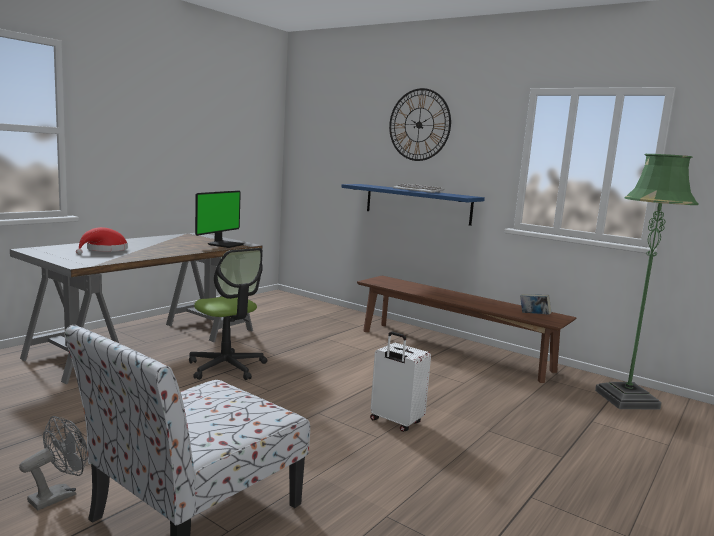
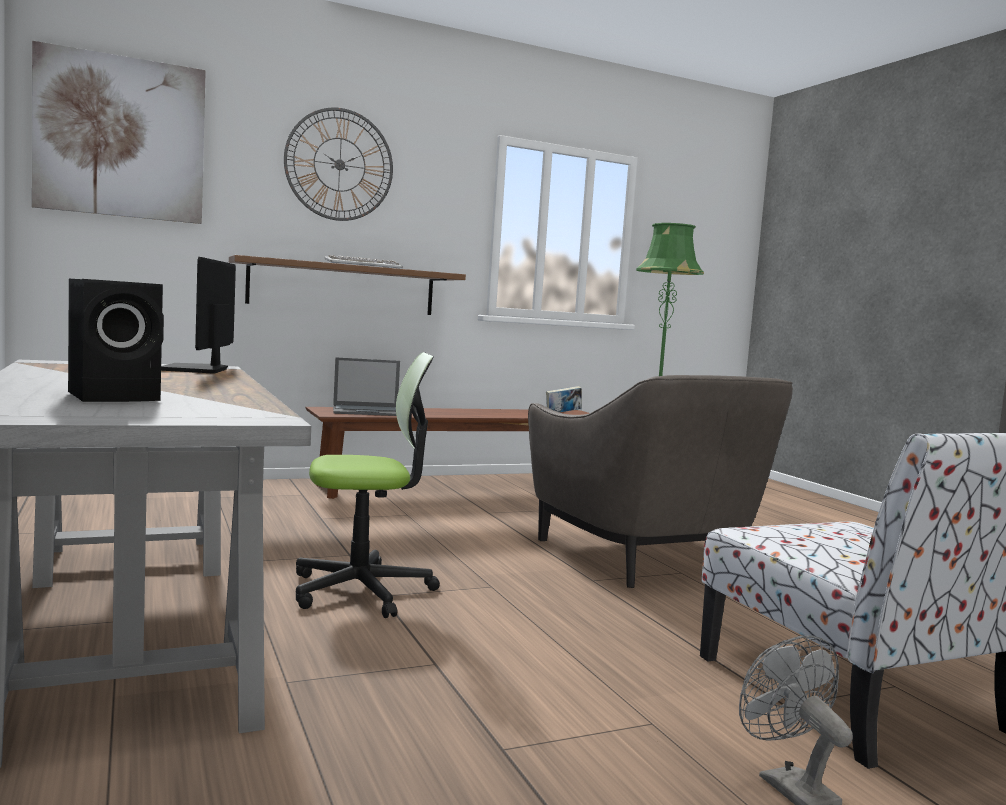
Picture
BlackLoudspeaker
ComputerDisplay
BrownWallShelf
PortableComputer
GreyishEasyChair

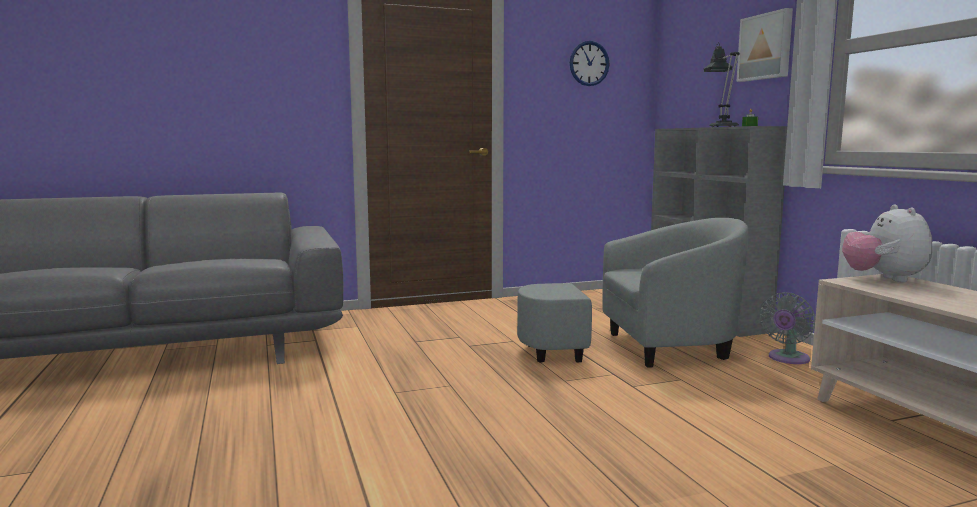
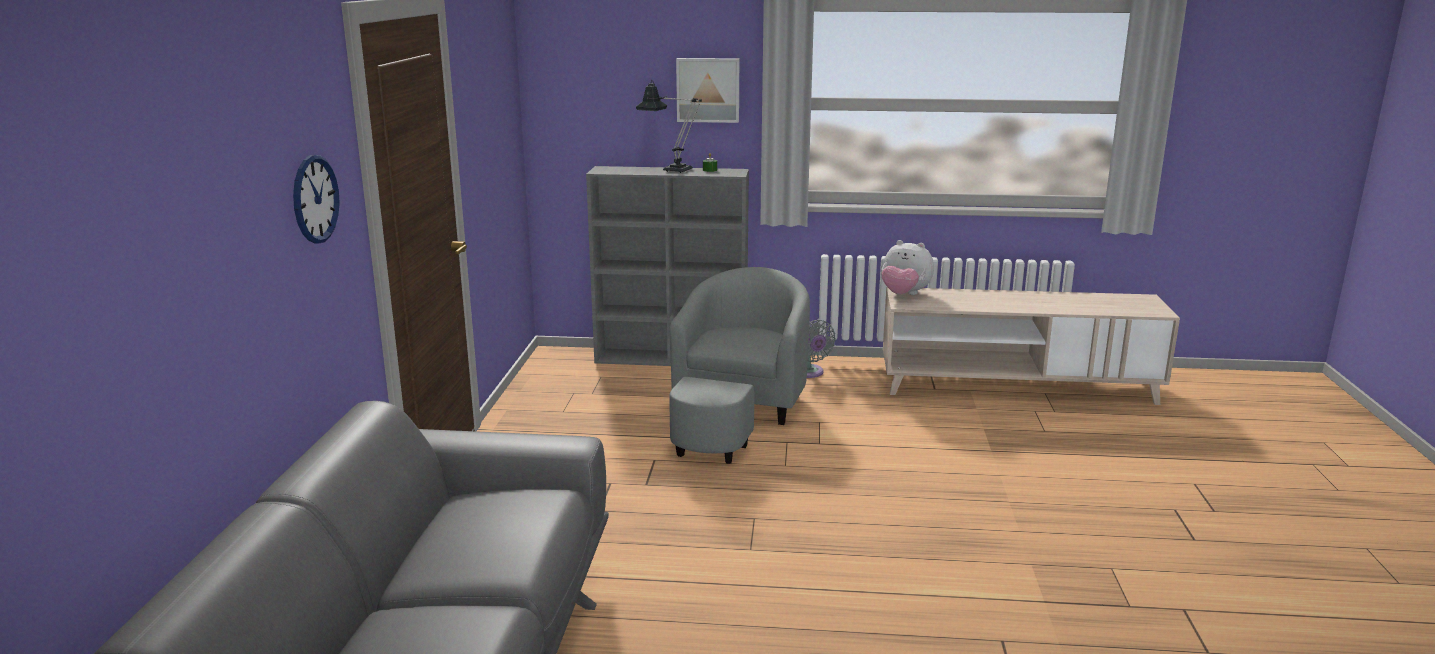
ClockOnTheWall

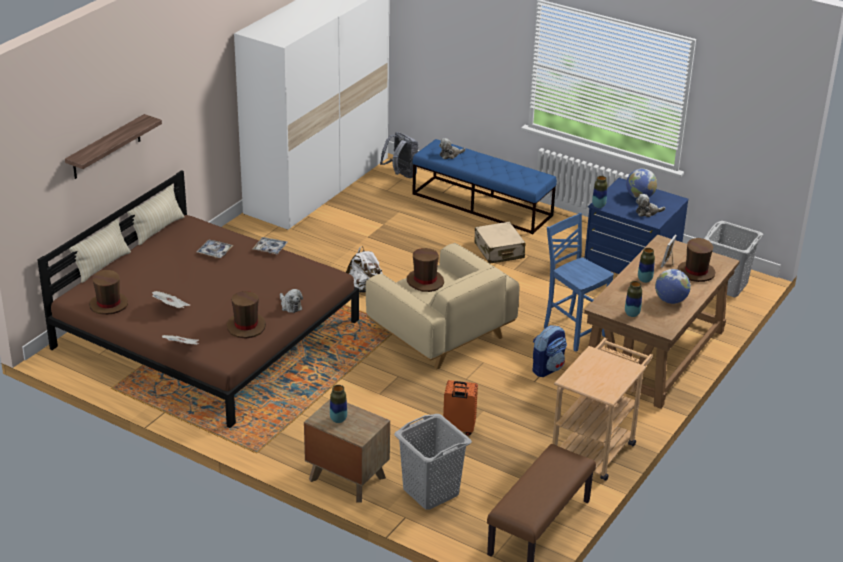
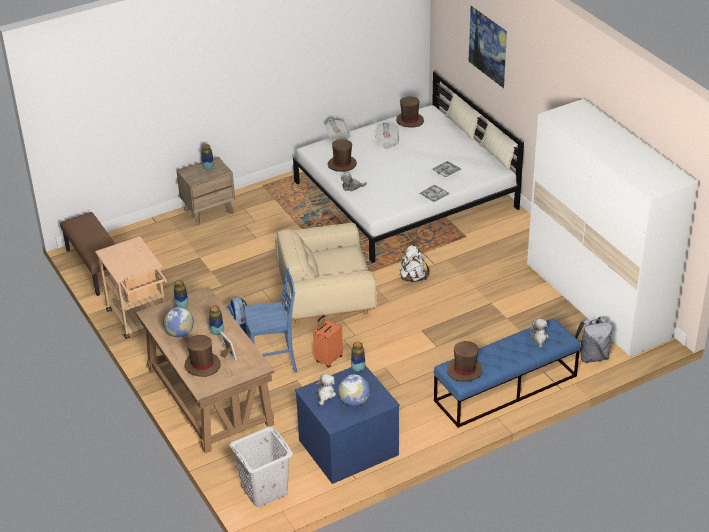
WhitishBedroomBed
OrangeTravelCase
BrownHat (no. 4 from left)
Picture
GreyishWashingBasket (no. 1 from left in the first image)
SandColouredTravelCase

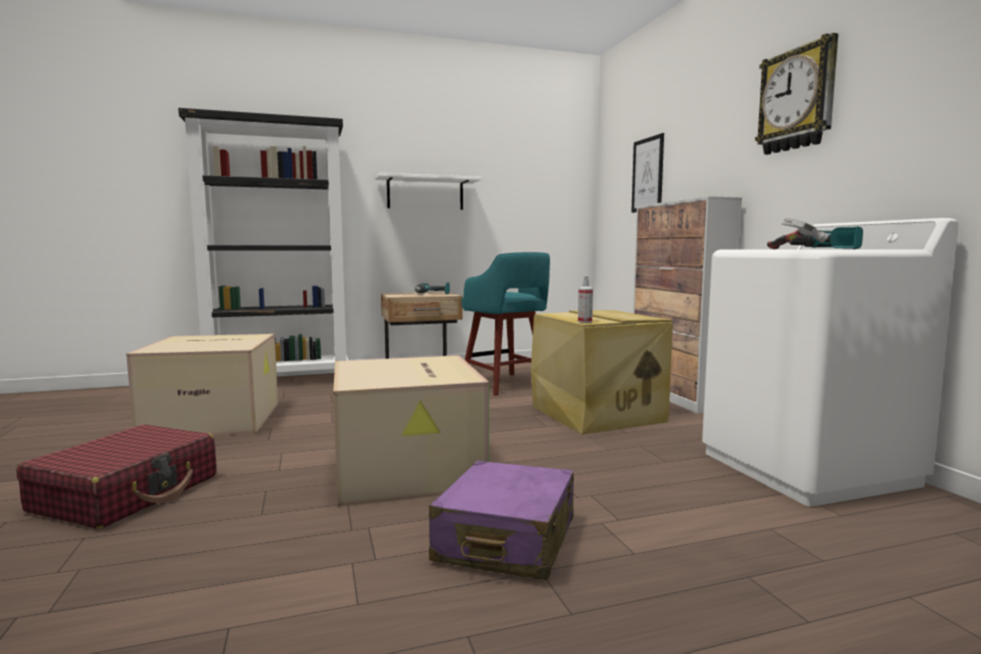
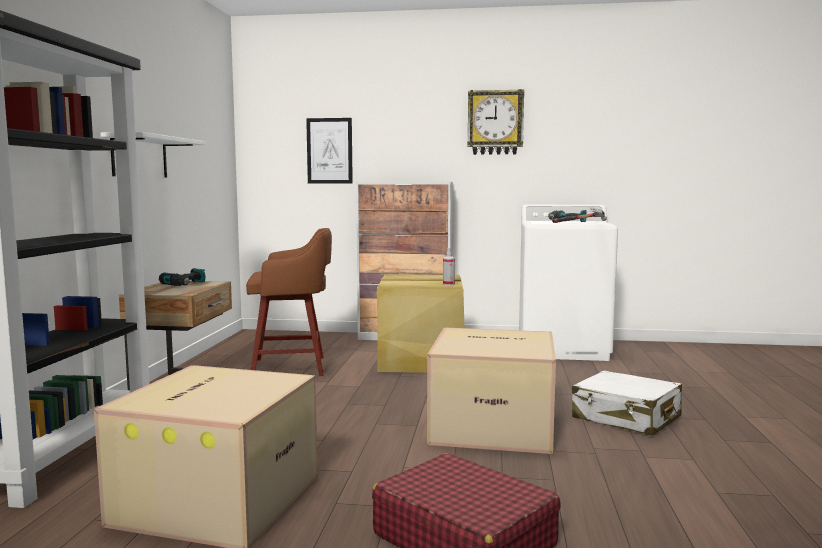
BrownStool
WhitishTravelCase

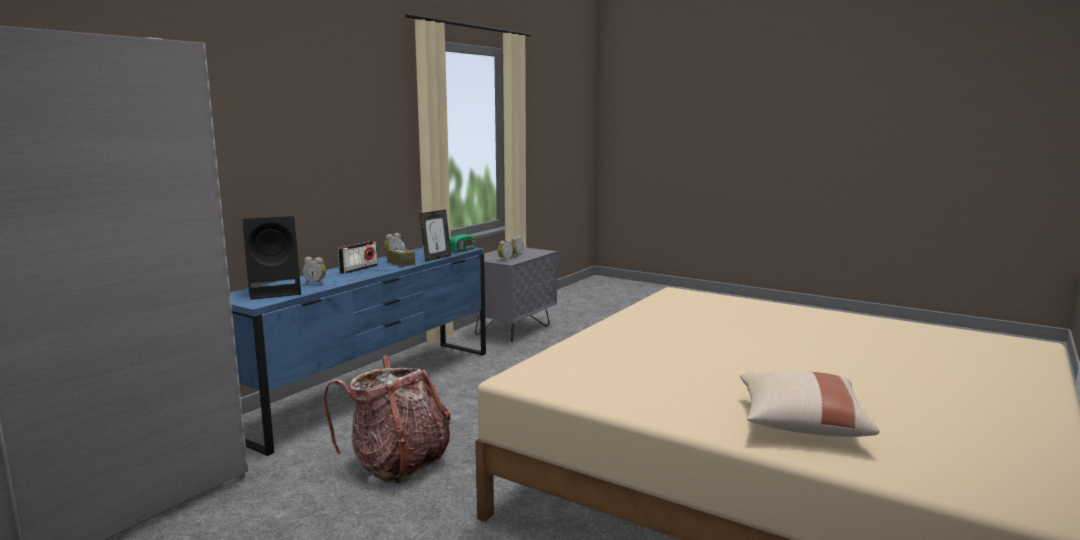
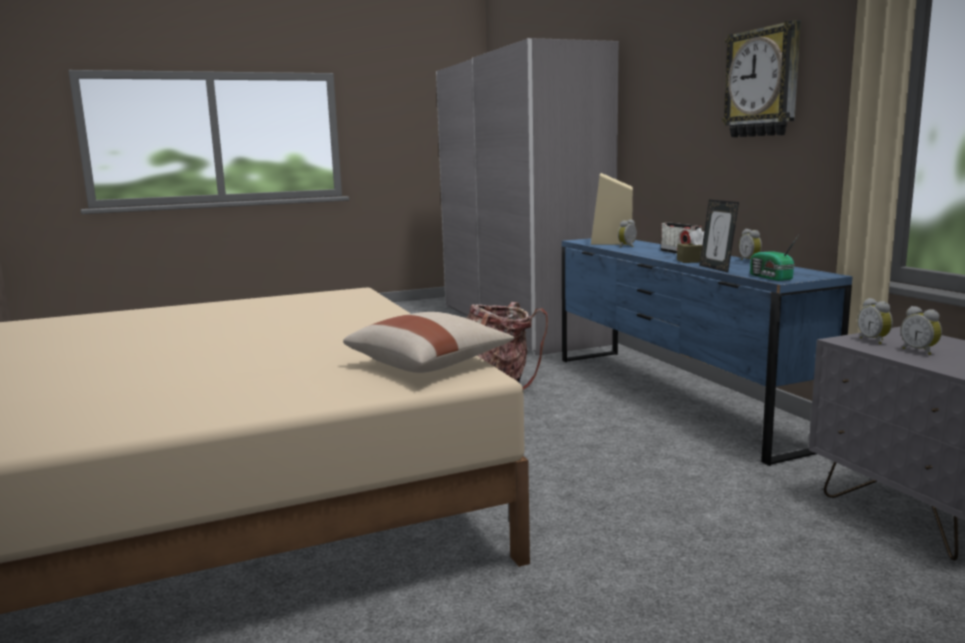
SandColouredPillow
SandColouredLoudspeaker
ClockOnTheWall

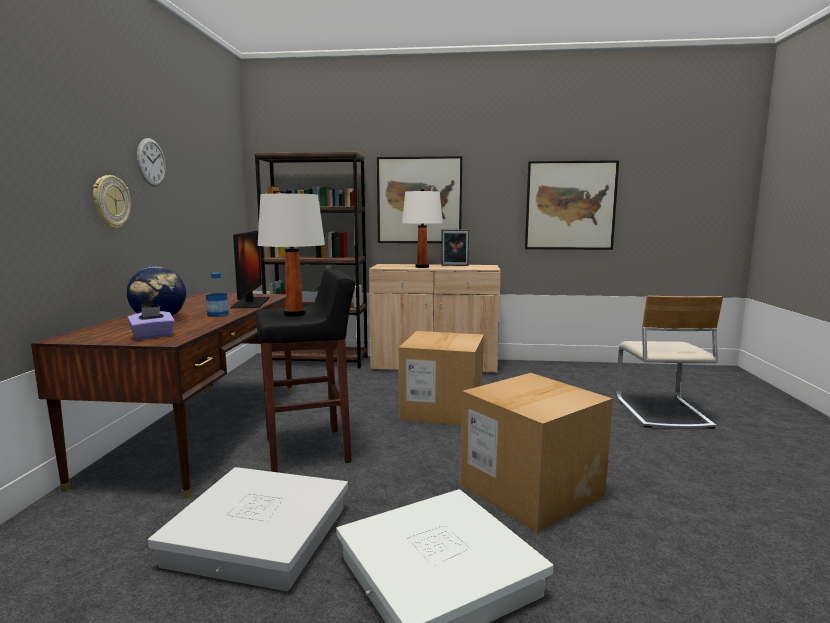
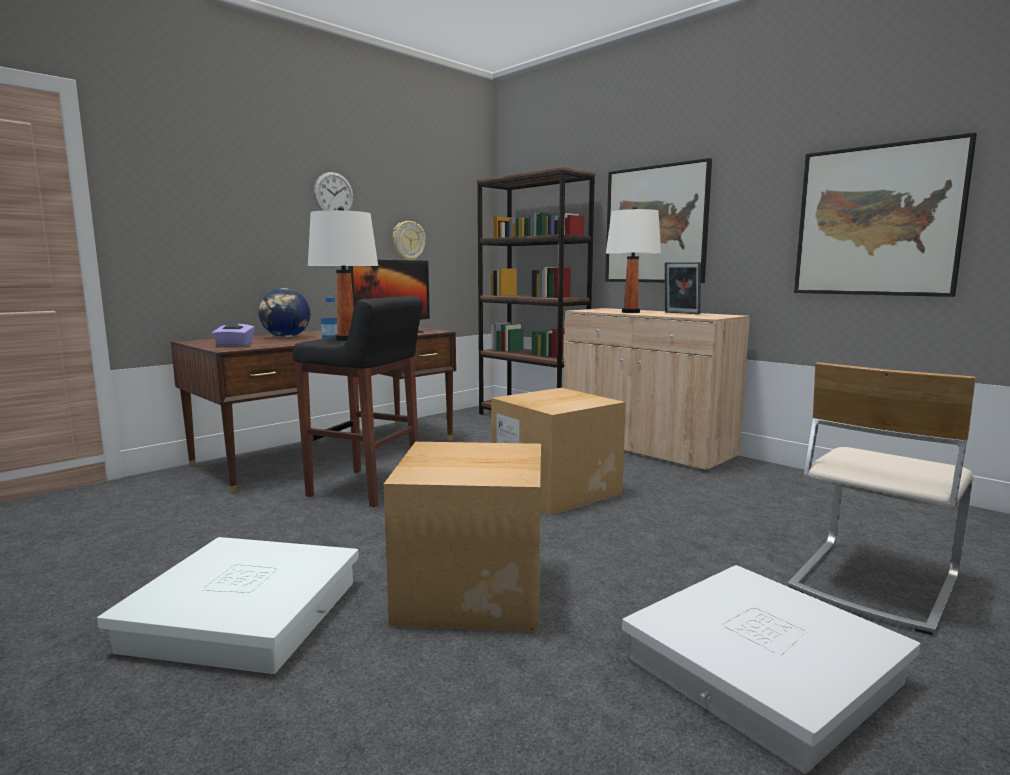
ClockOnTheWall (no. 2 from left)
WhitishStorageBin (no. 2 from left)

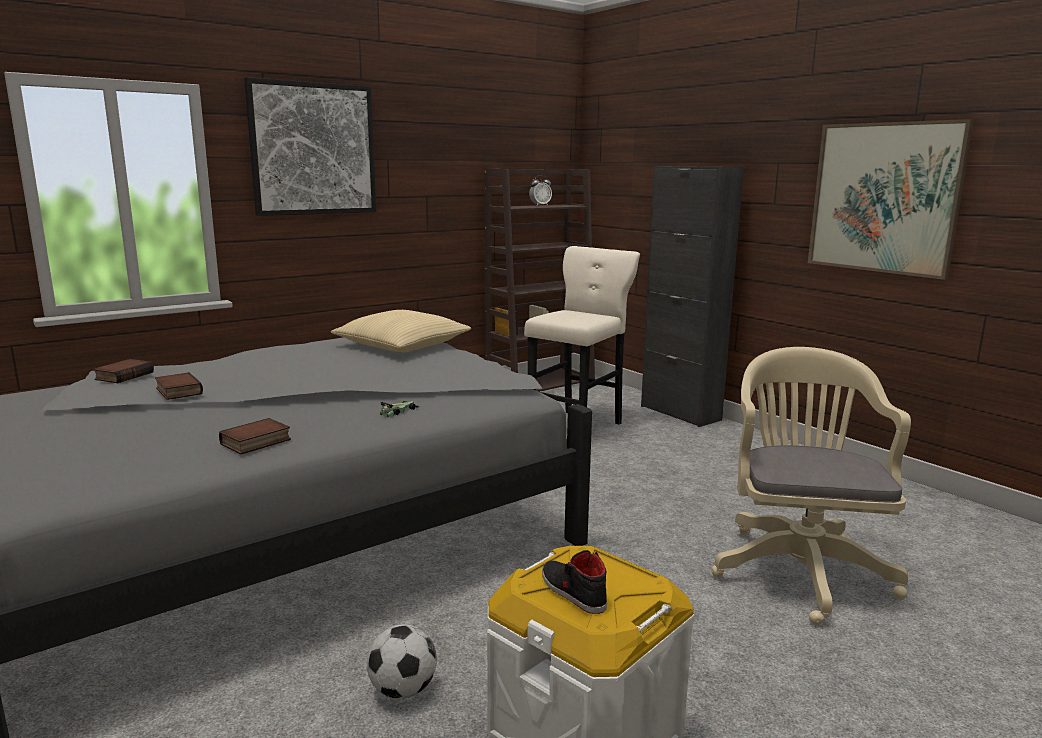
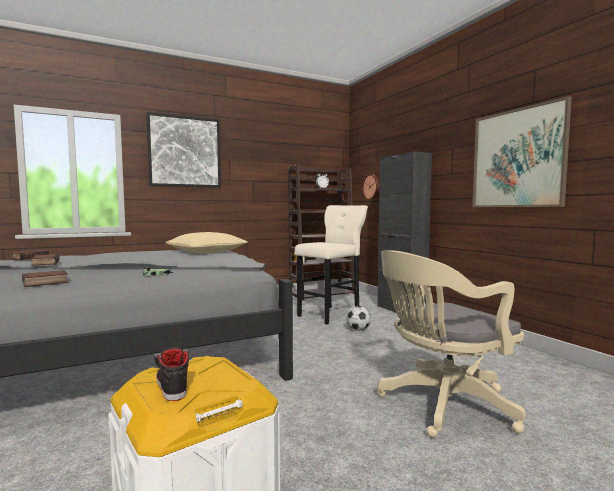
FootballBall
ClockOnTheWall
SandColouredDeskChair

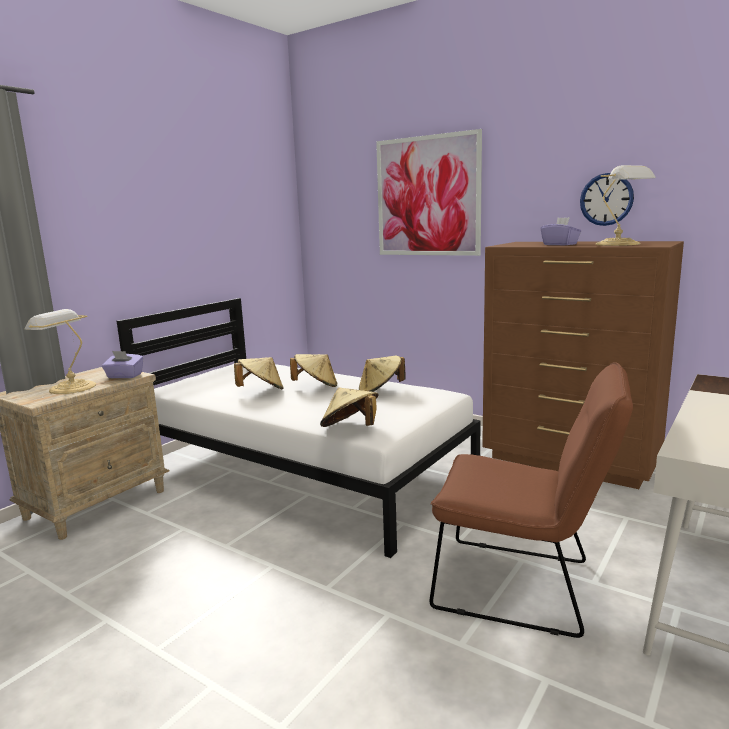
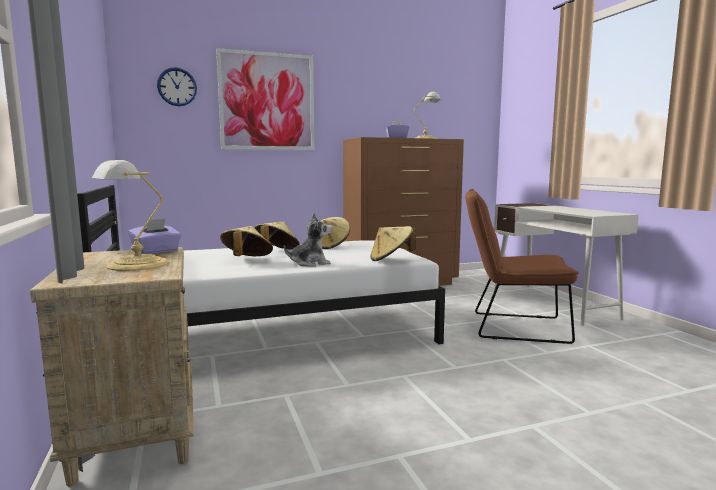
ClockOnTheWall
CuddlyToy
BrownUprightChair

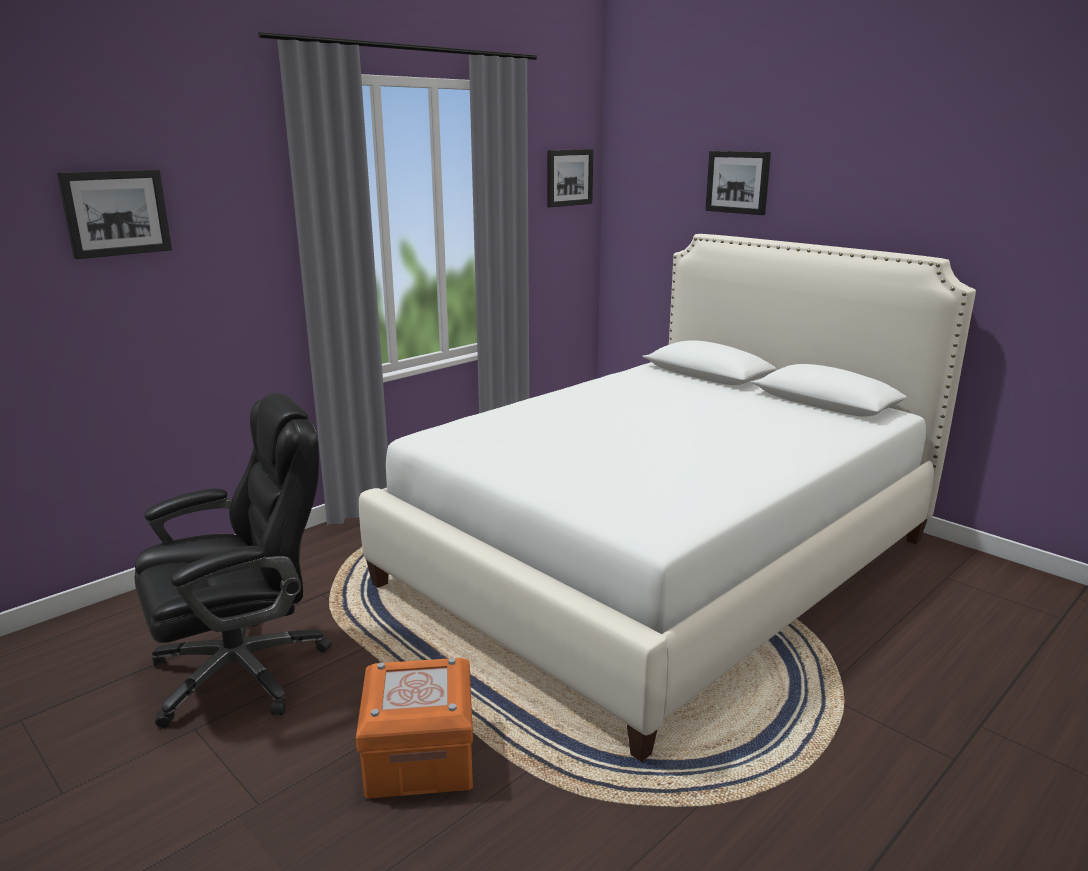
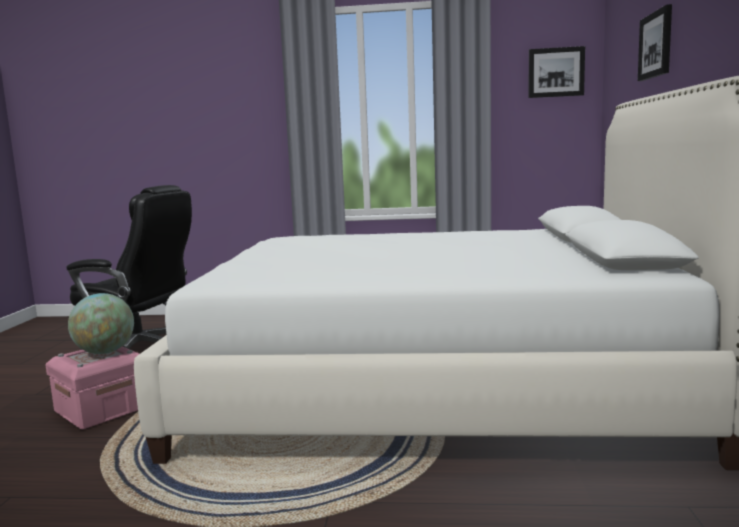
PinkishStorageBin
WorldGlobe
Picture (no. 1 from left in the first image)

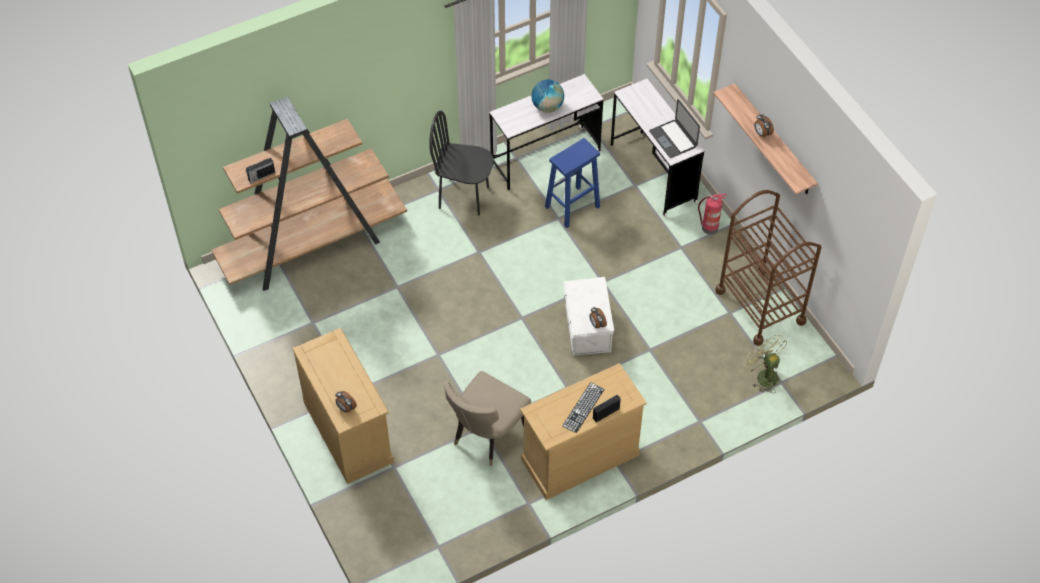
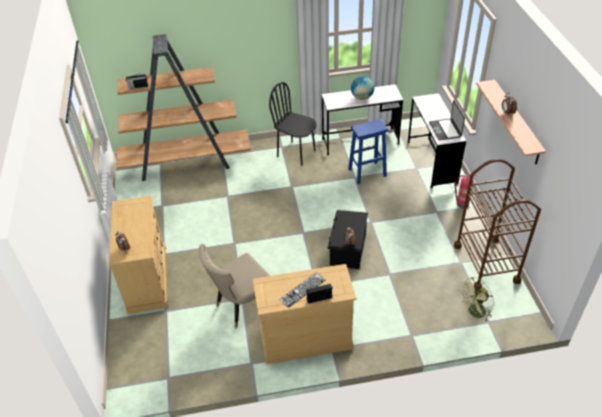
BlackStorageBin
GreenishCoolingFan

